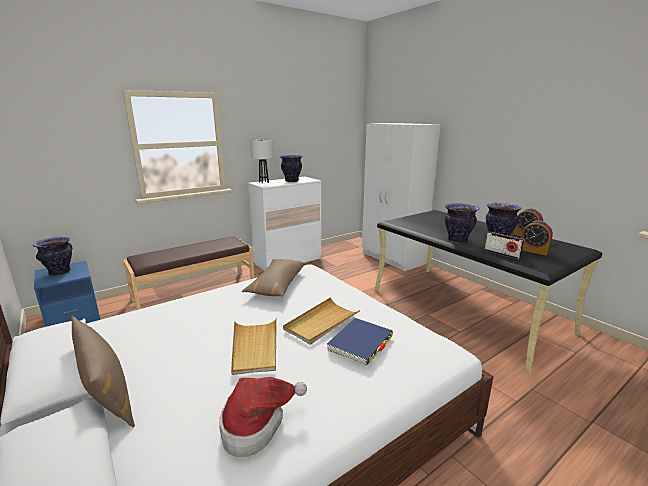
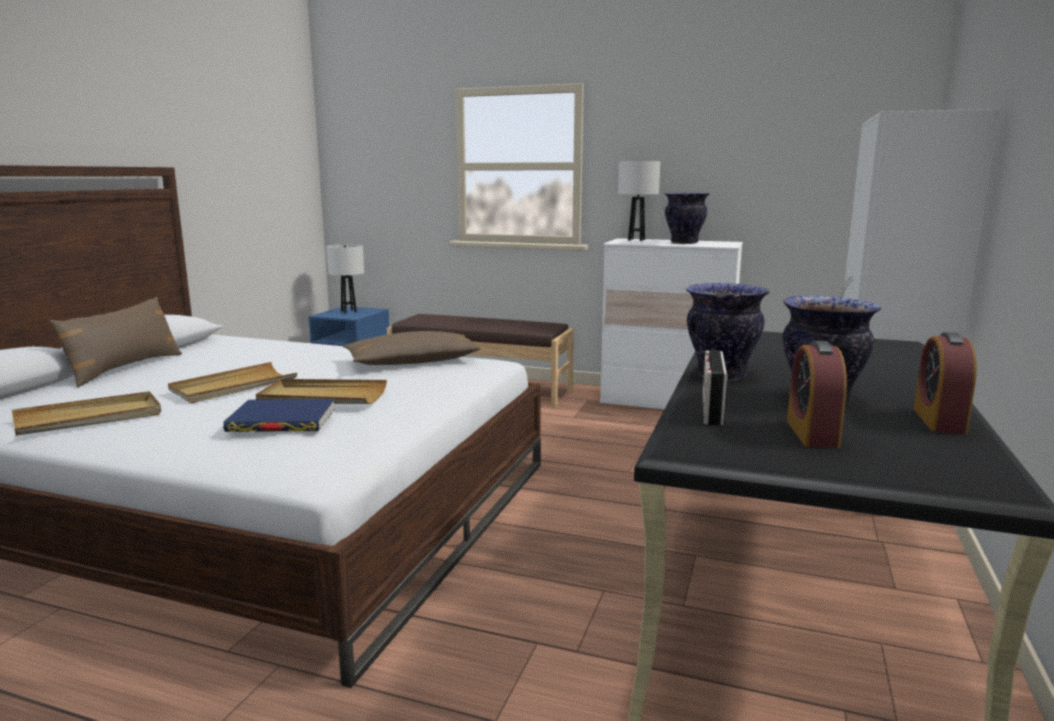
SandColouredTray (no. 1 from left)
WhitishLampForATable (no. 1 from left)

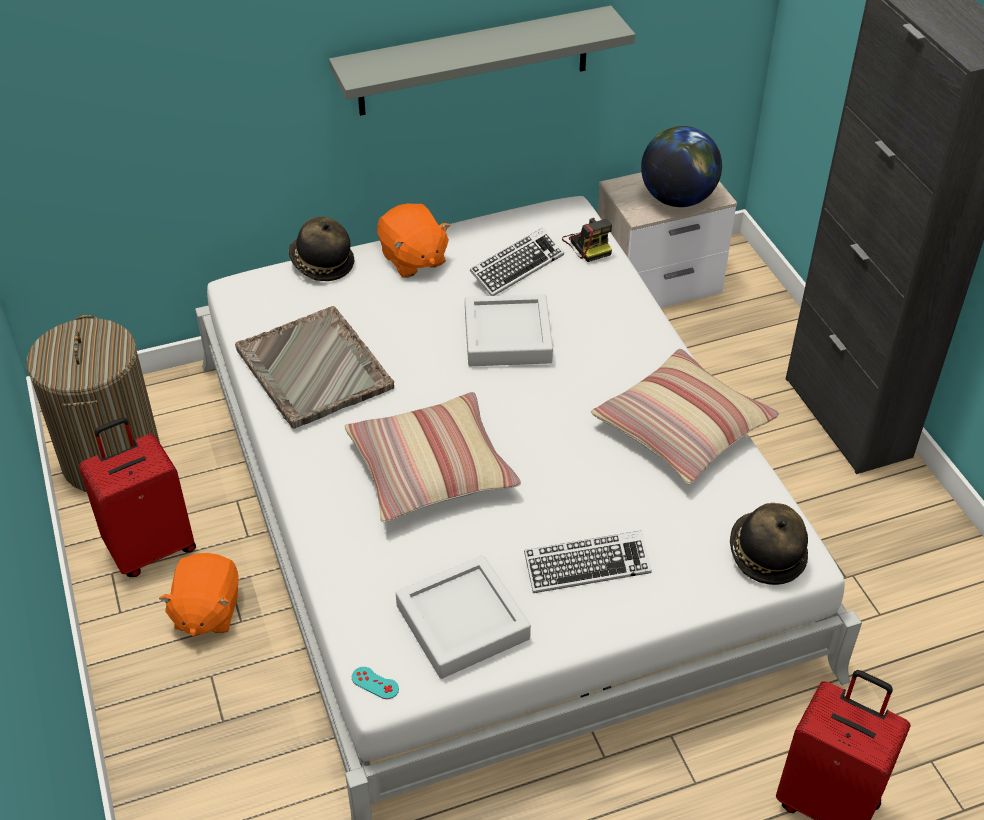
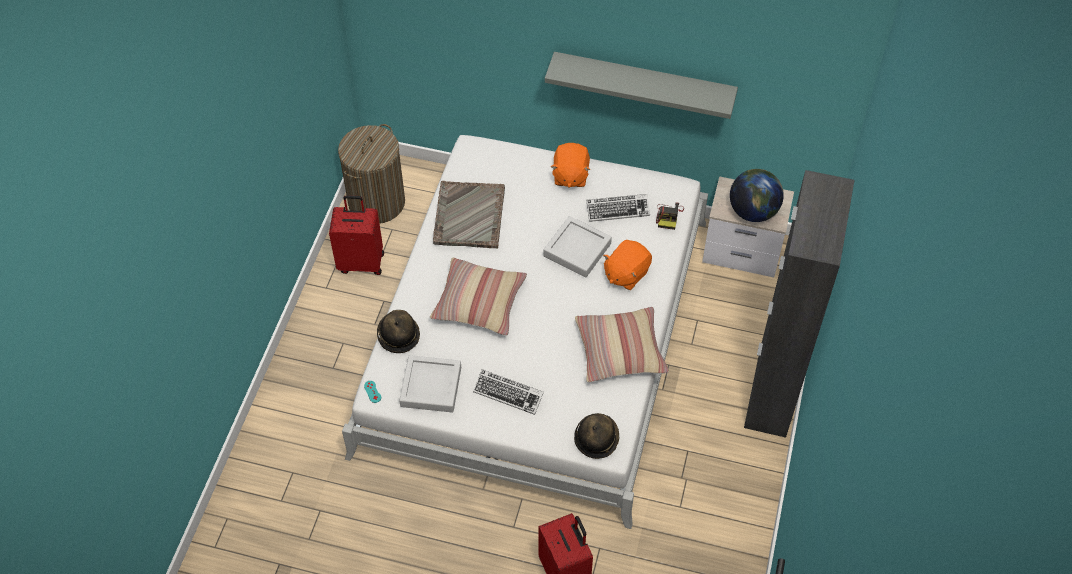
Hat (no. 1 from left)
OrangeCuddlyToy (no. 2 from left)

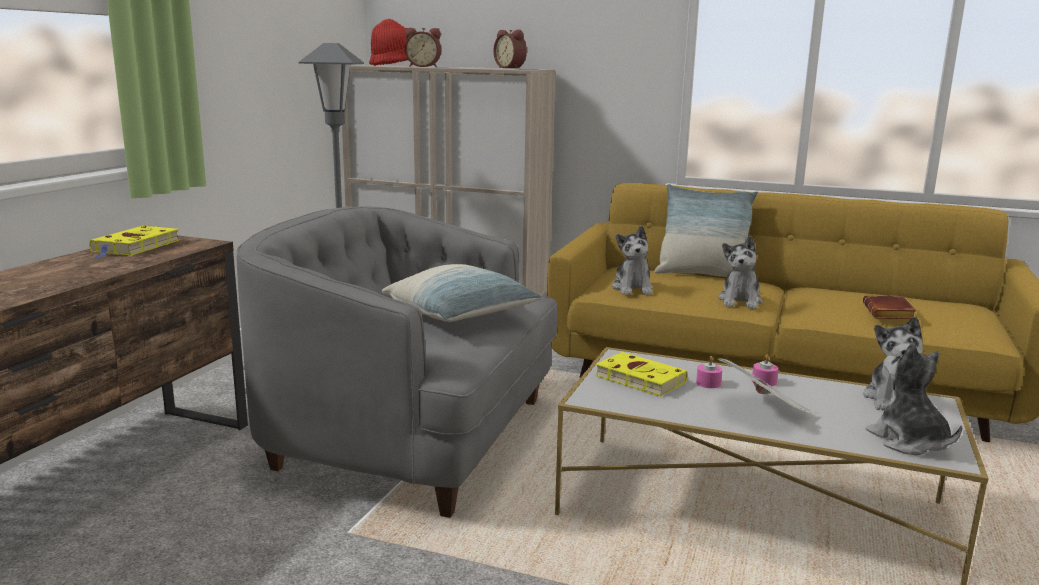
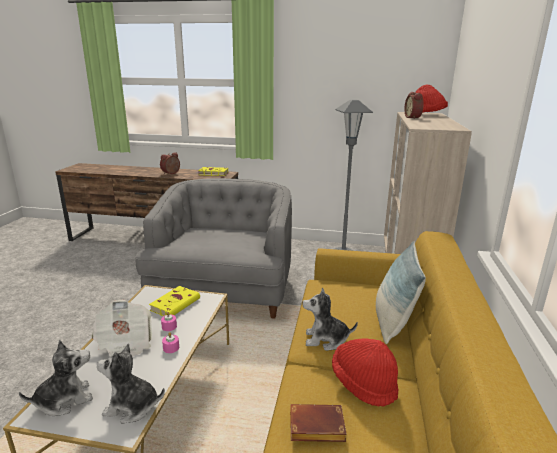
BedsideClock (no. 1 from left)
RedHat (no. 1 from left)
Pillow (no. 1 from left in the first image)
CuddlyToy (no. 1 from left in the first image)

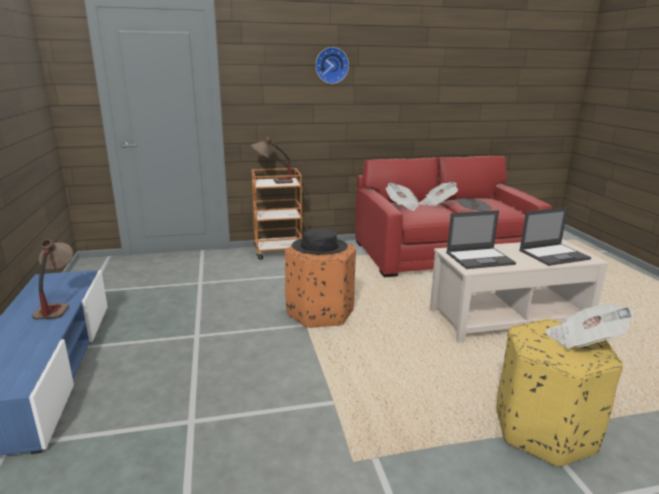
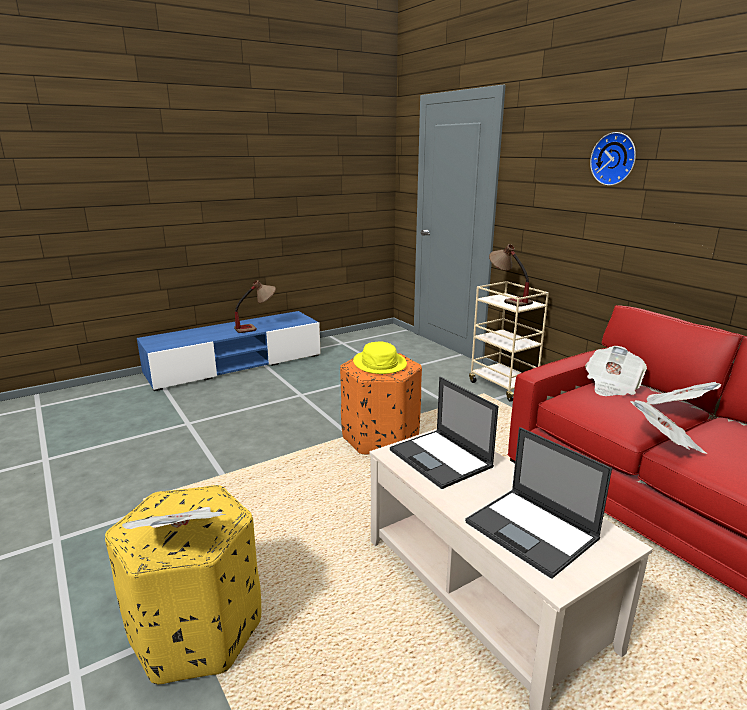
YellowHat
SandColouredTrolley

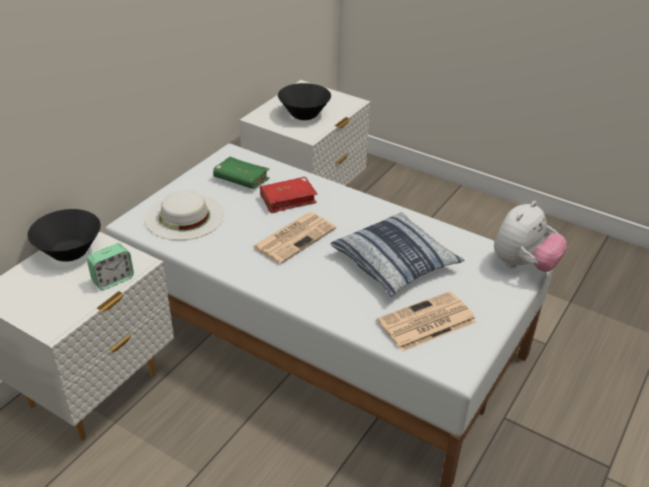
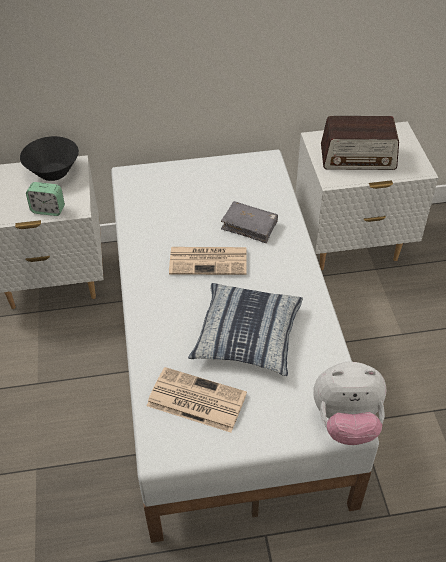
GreyishVolume
Radio
WhitishHat
GreenishVolume

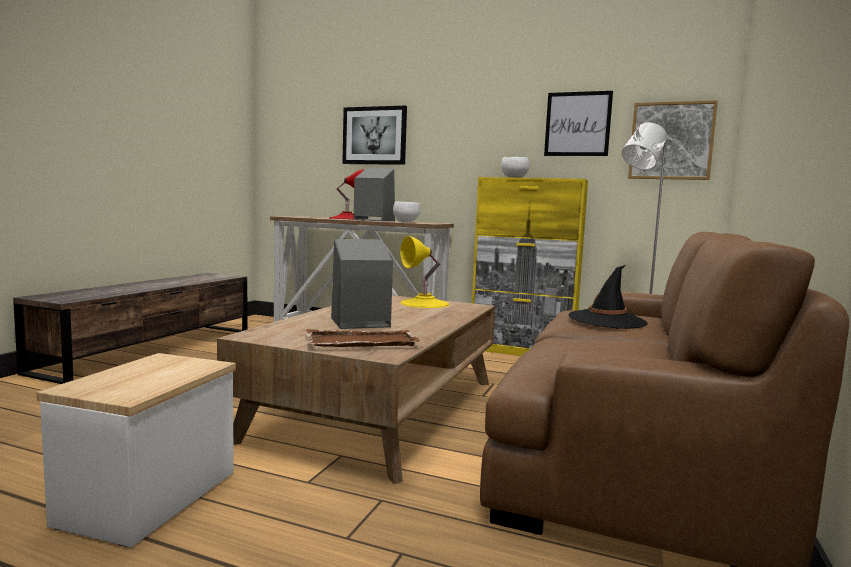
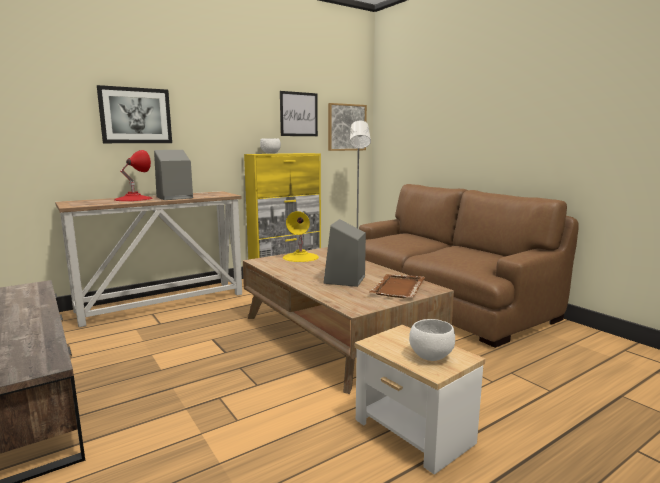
WhitishServingBowl (no. 2 from left)
BlackHat

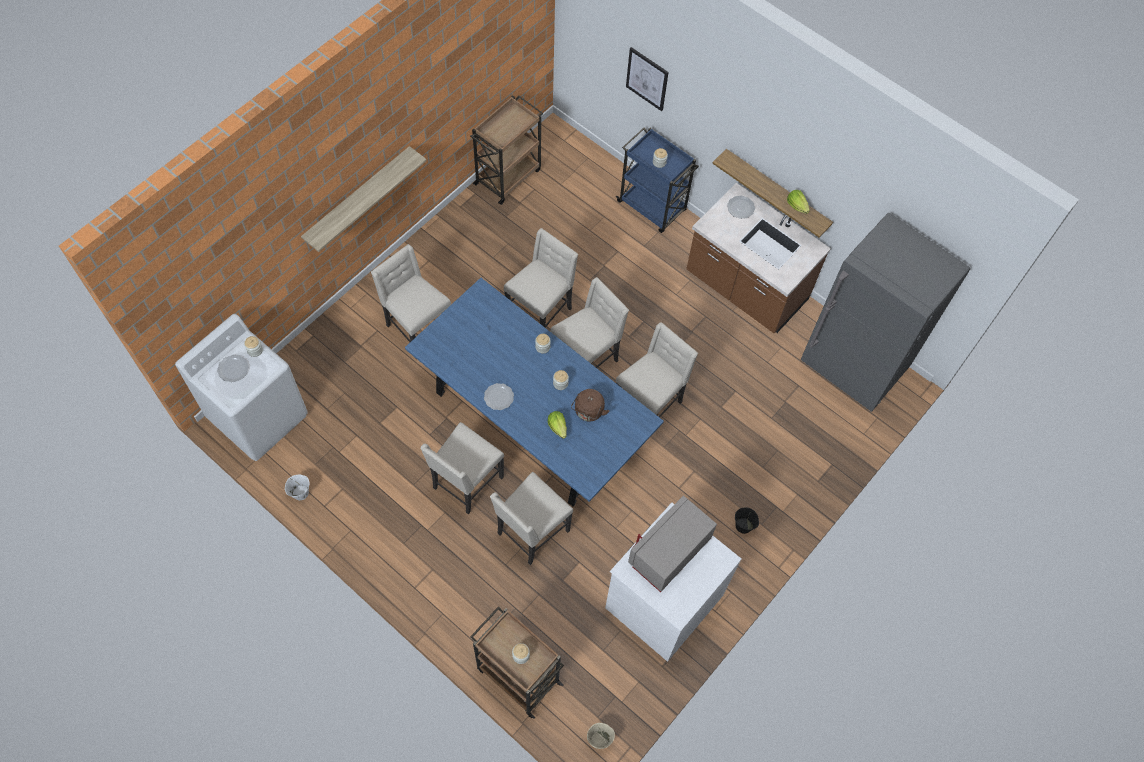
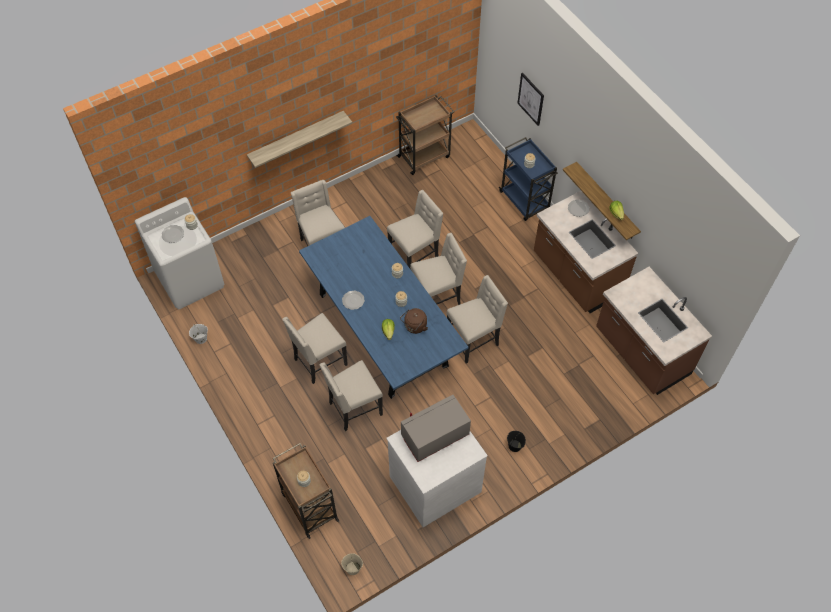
BrownKitchenBaseUnit (no. 2 from left)

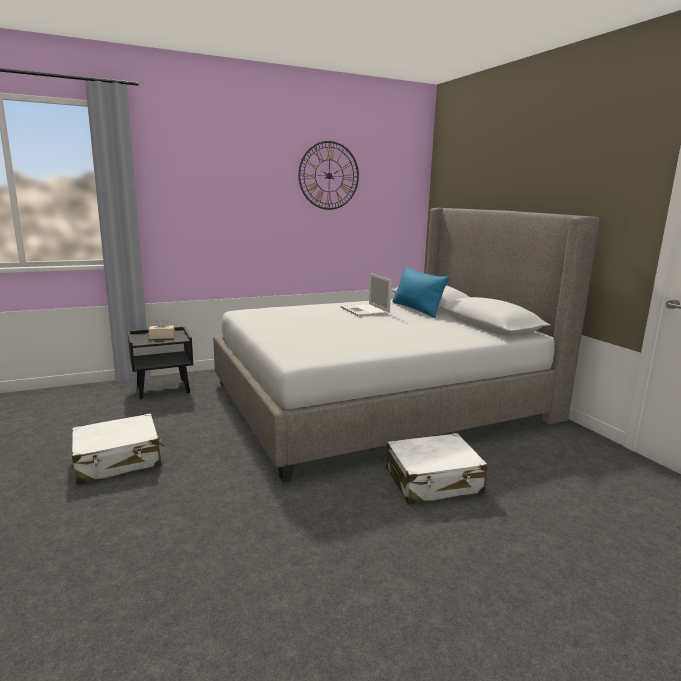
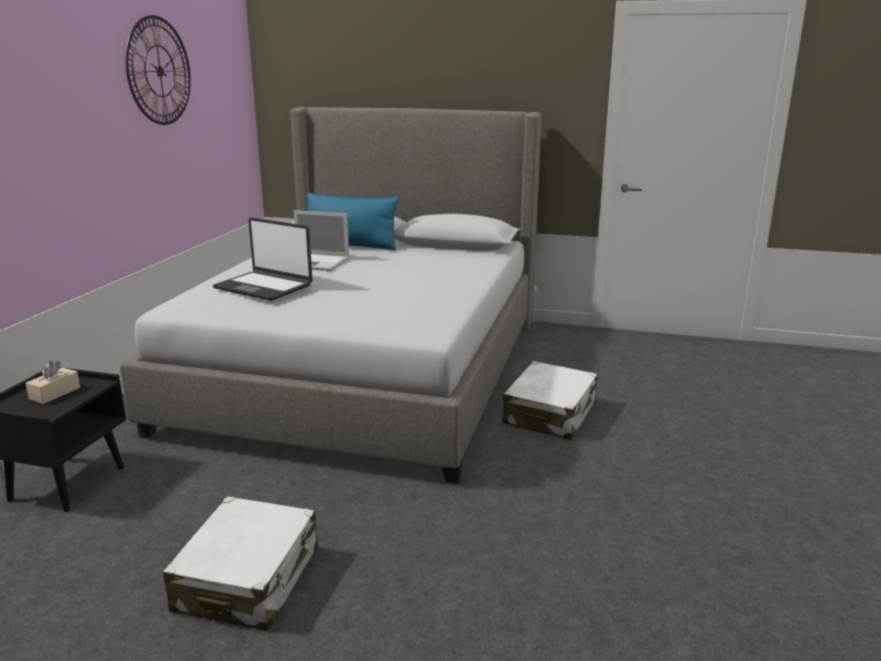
PortableComputer (no. 1 from left)

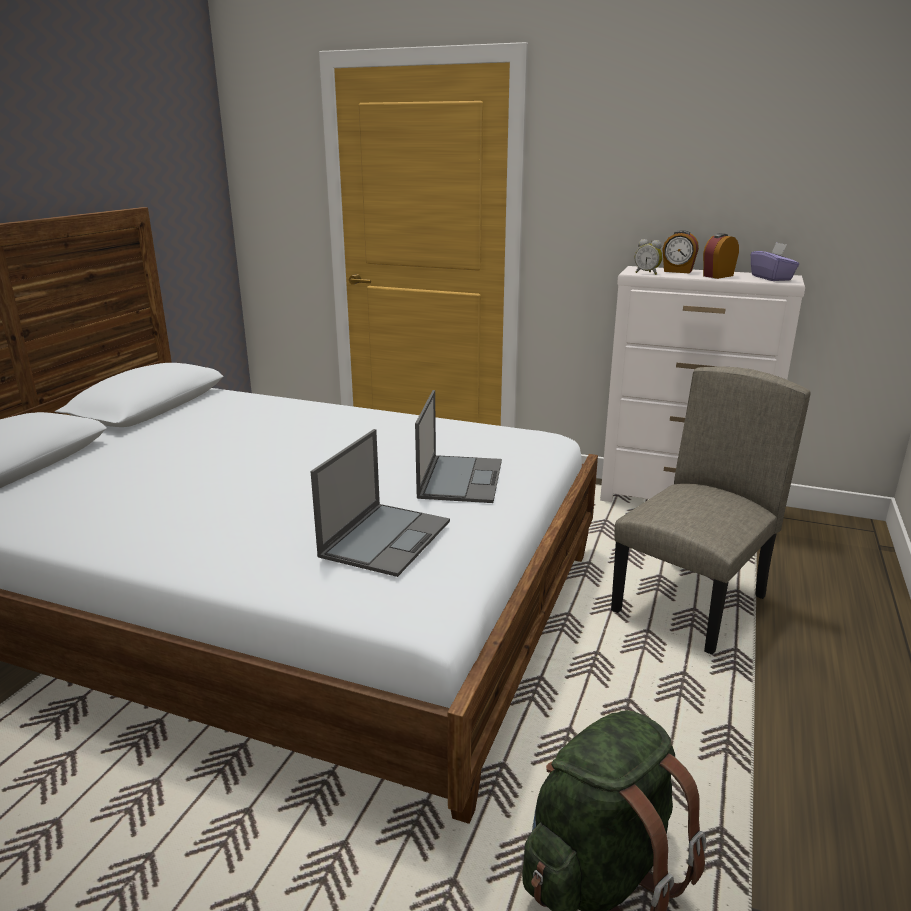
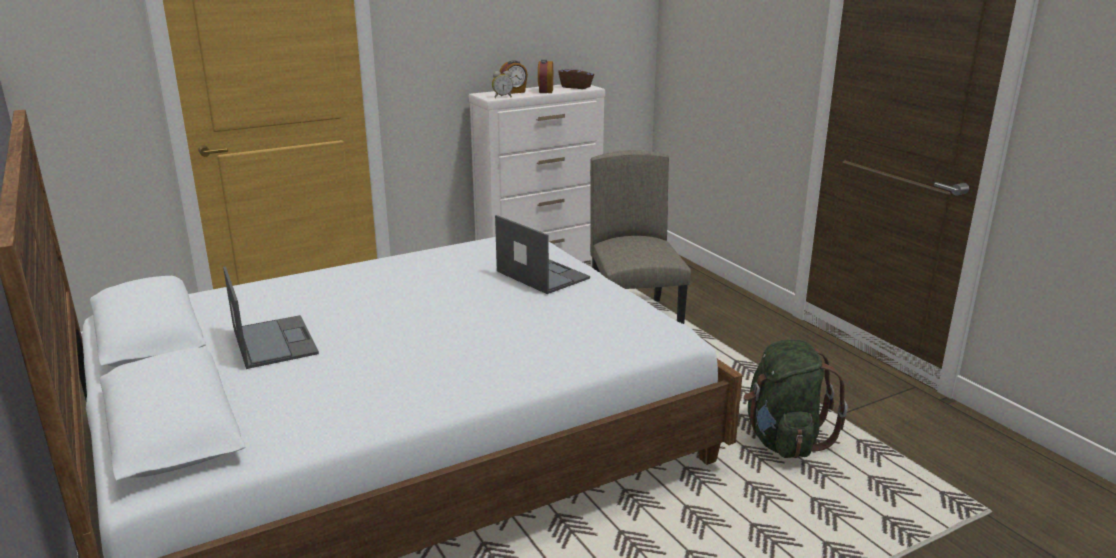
PortableComputer (no. 1 from left)
BrownBoxOfTissues

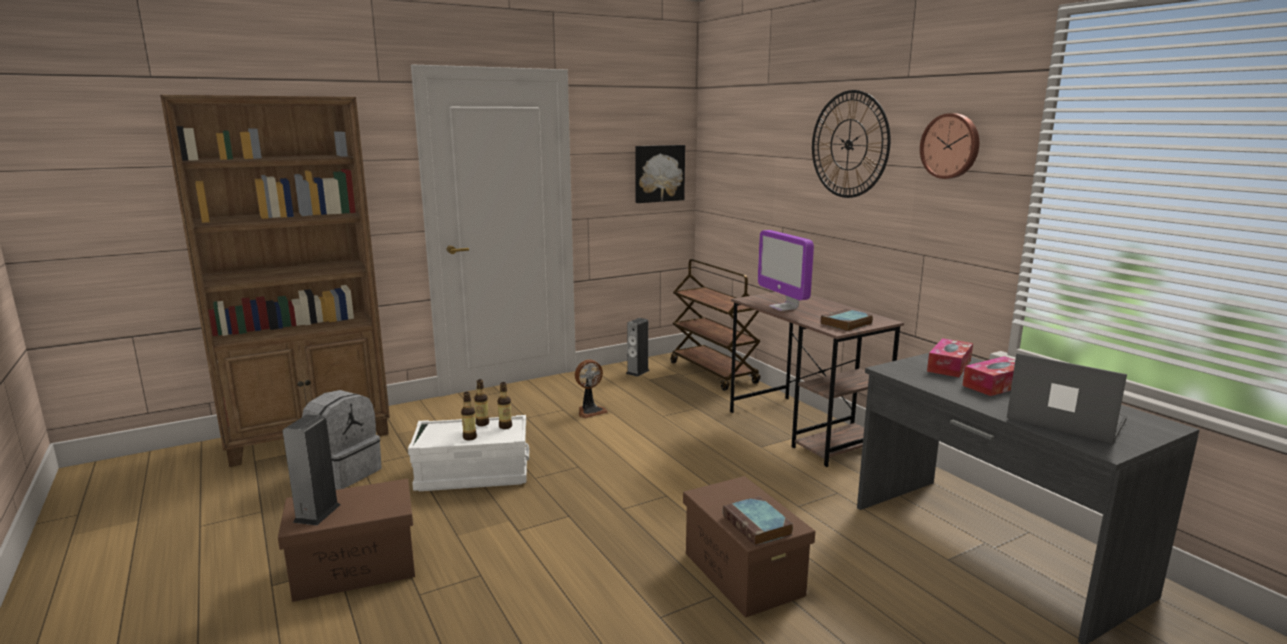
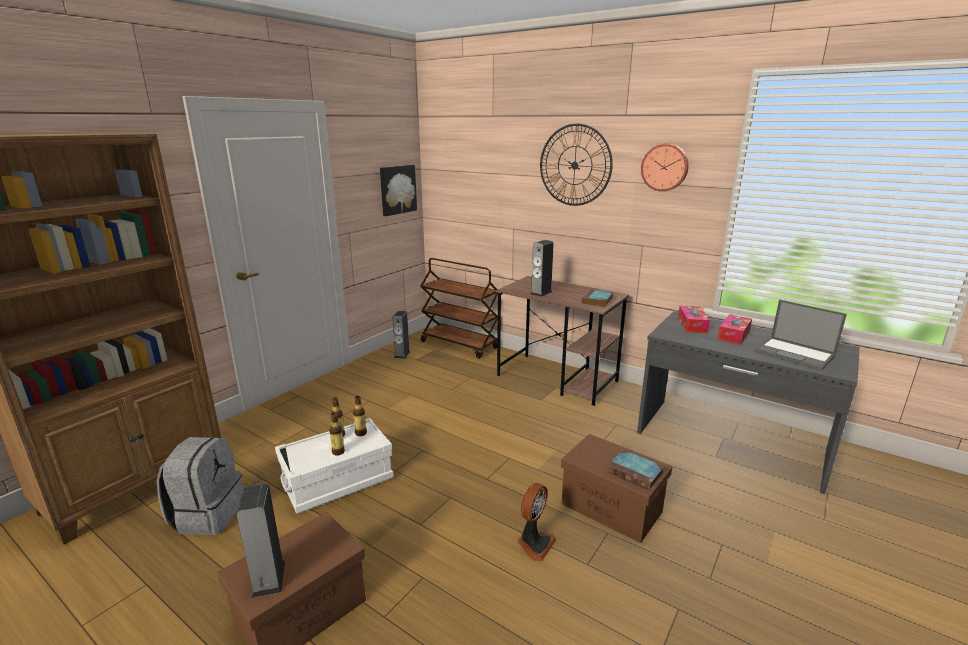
CoolingFan
Loudspeaker (no. 3 from left)
PortableComputer

